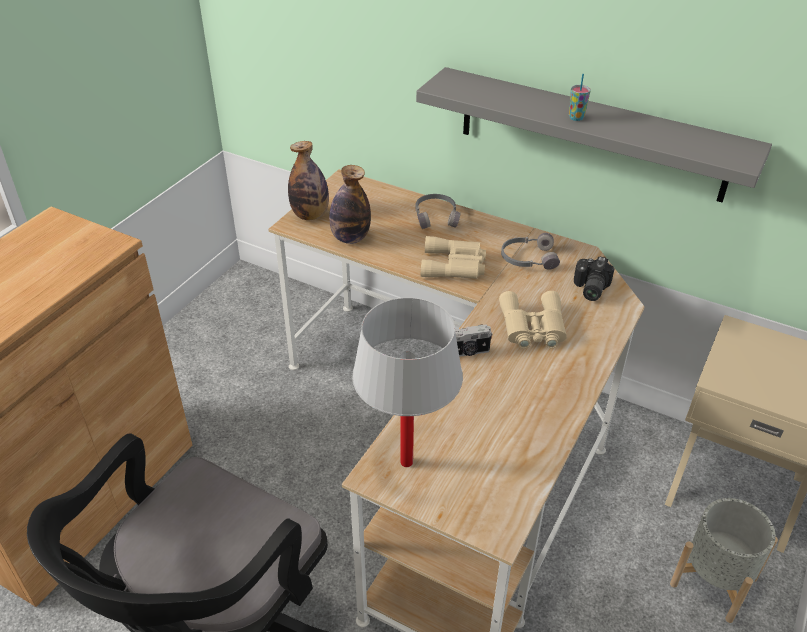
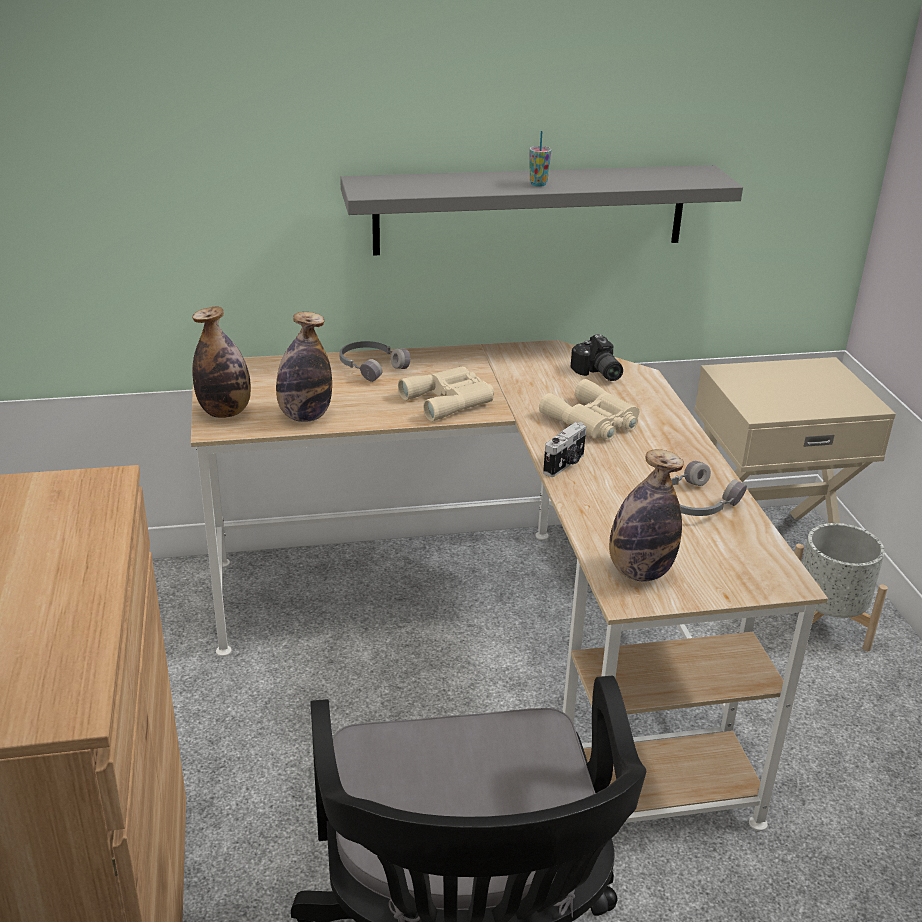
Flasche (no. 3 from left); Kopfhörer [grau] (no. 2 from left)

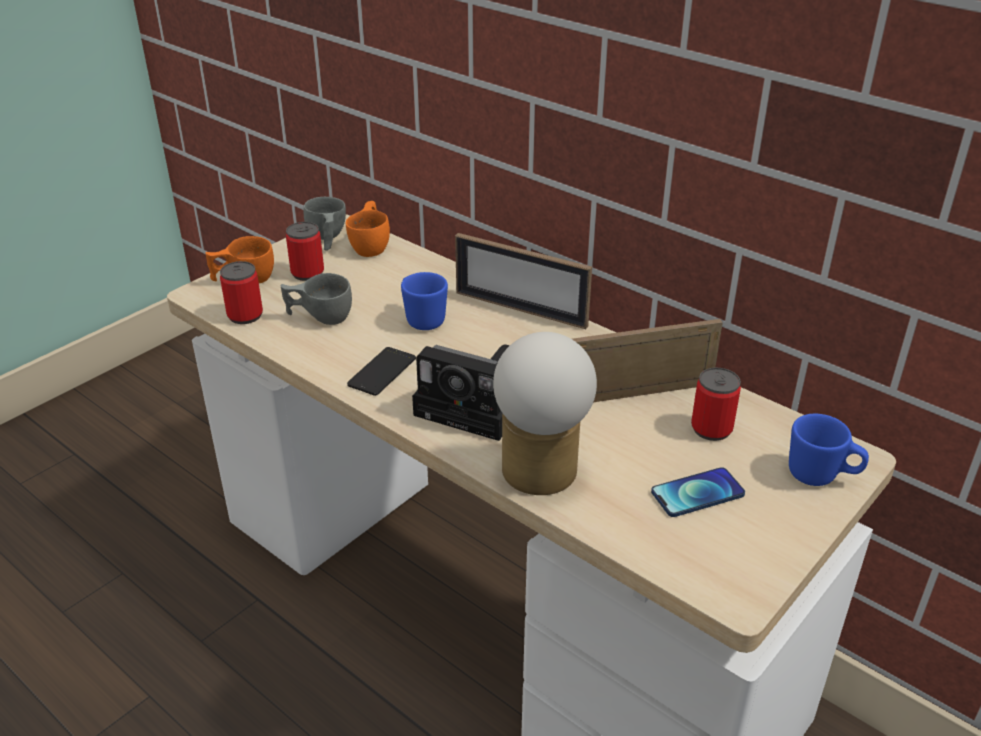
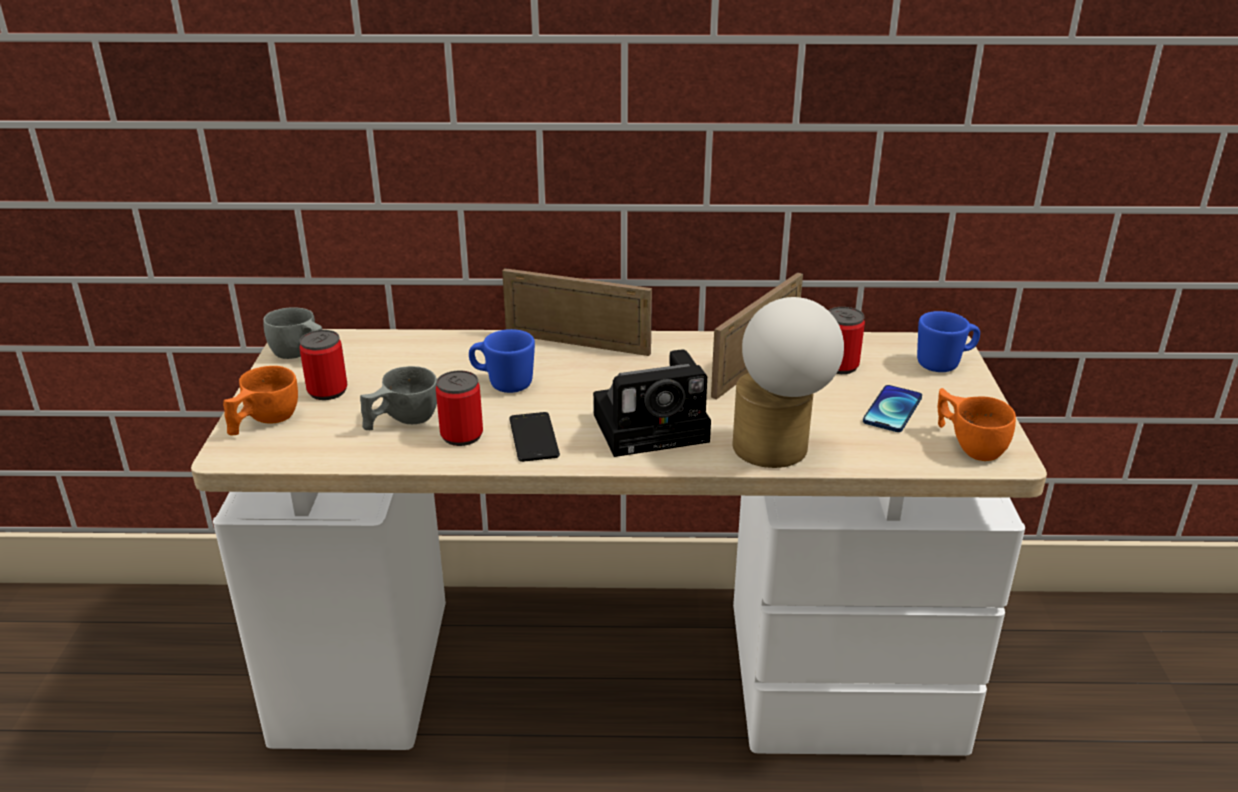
Dose (no. 2 from left); Bilderrahmen (no. 1 from left); Tasse [orange] (no. 2 from left)

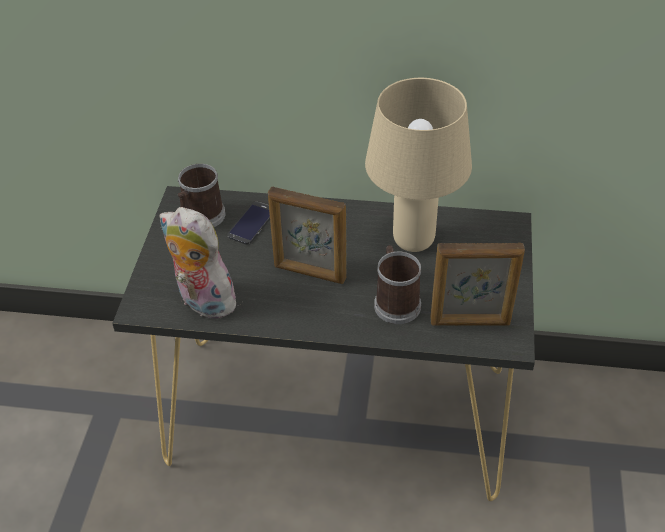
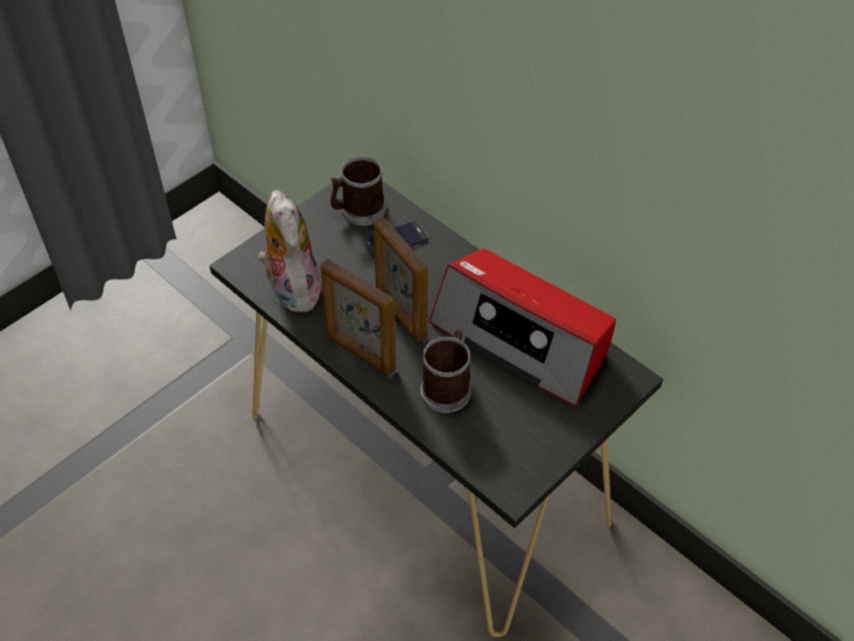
Bilderrahmen (no. 1 from left); Radio

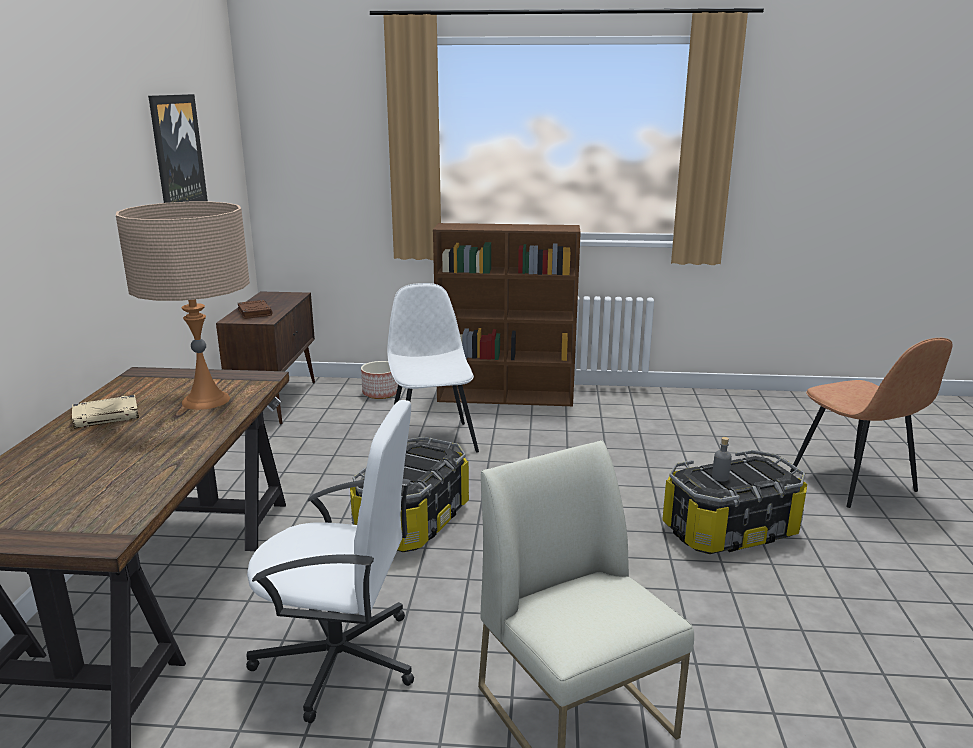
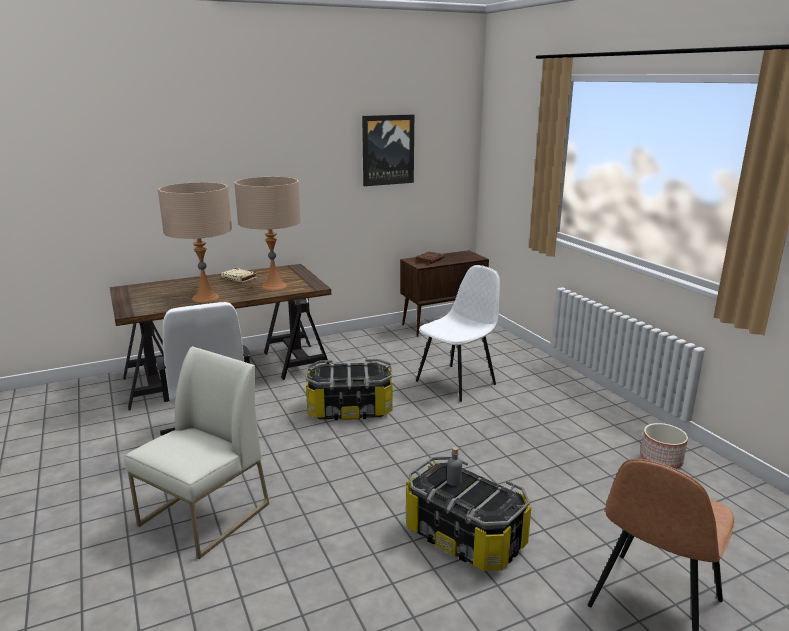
Tischlampe [beige] (no. 1 from left); Pflanzkübel; Bücherregal [braun]

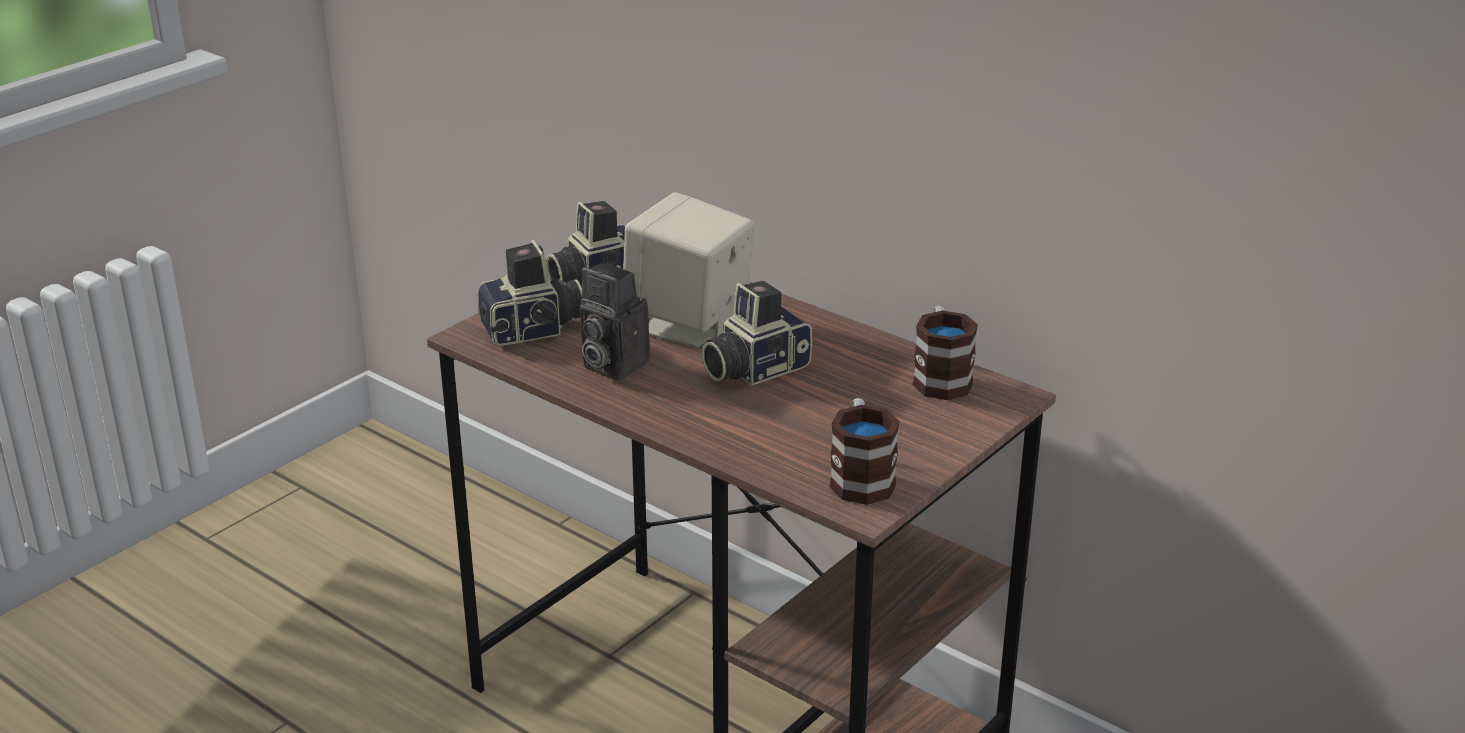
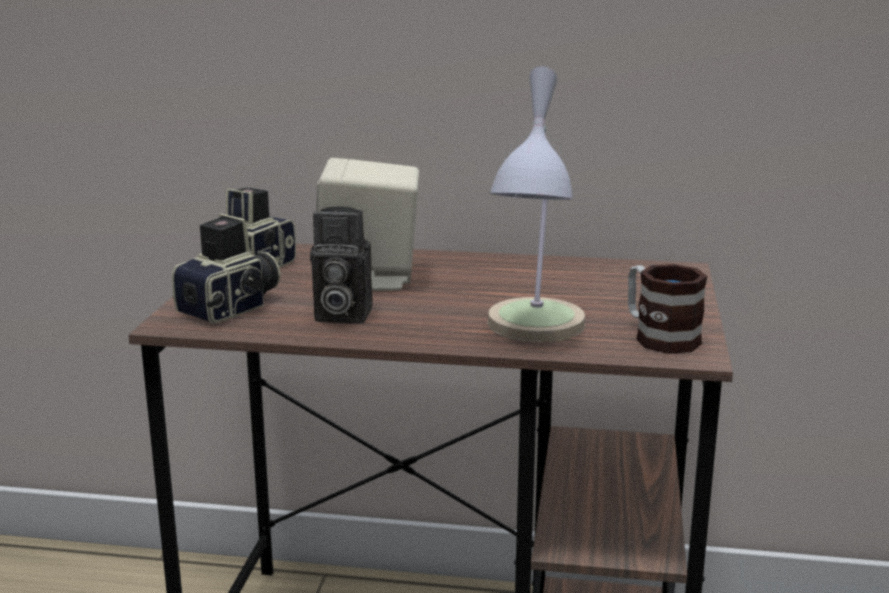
Tischlampe; Kamera (no. 4 from left in the first image); Henkelbecher (no. 2 from left in the first image)

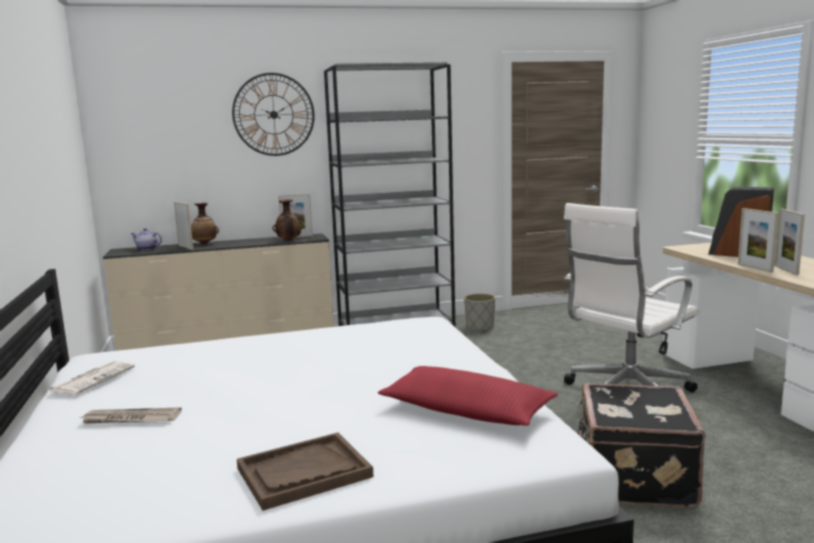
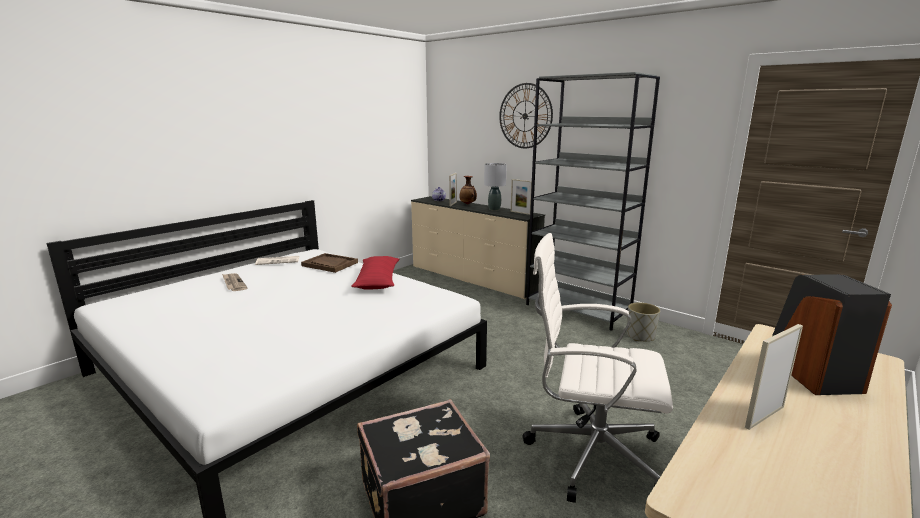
Tablett [braun]; Kissen [rot]; Tischlampe [grau]; Vase (no. 2 from left in the first image); Bilderrahmen (no. 3 from left in the first image)

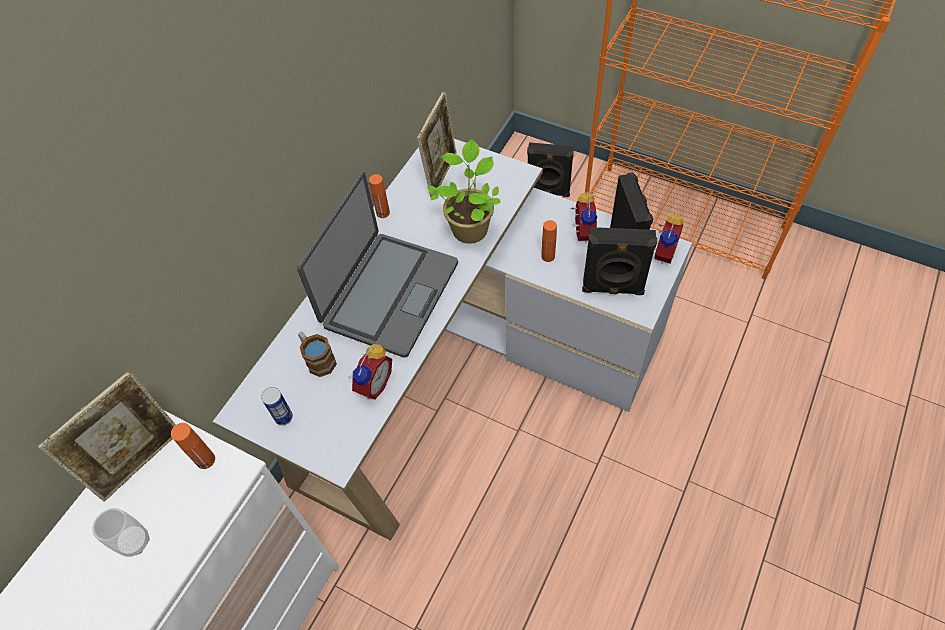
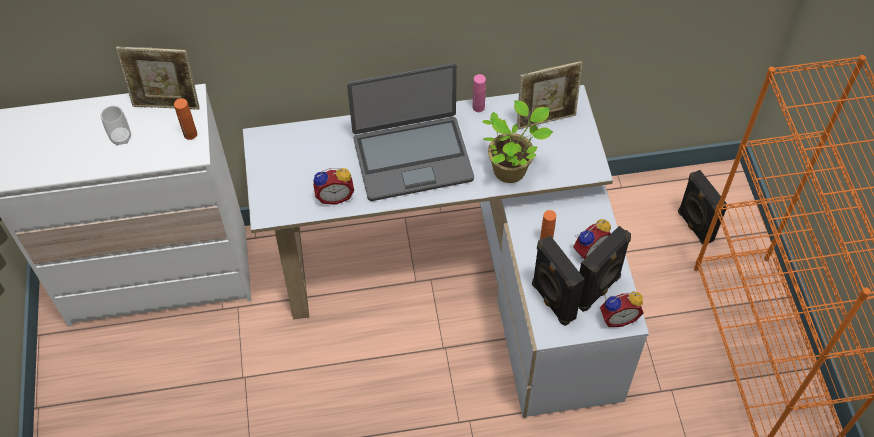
Flasche [rosa]; Dose; Henkelbecher

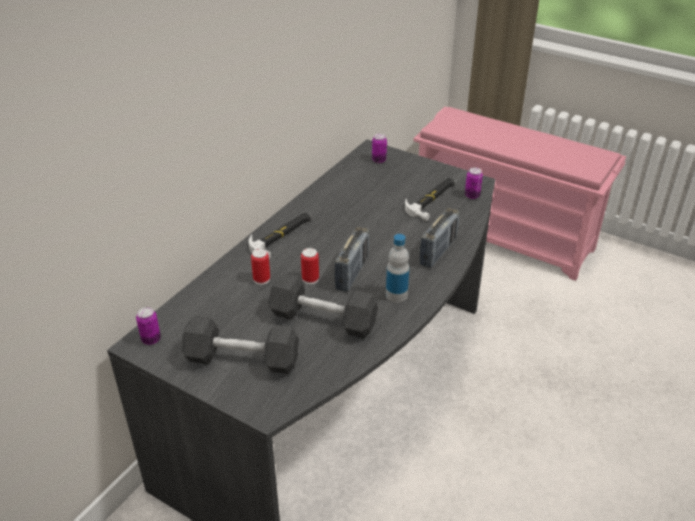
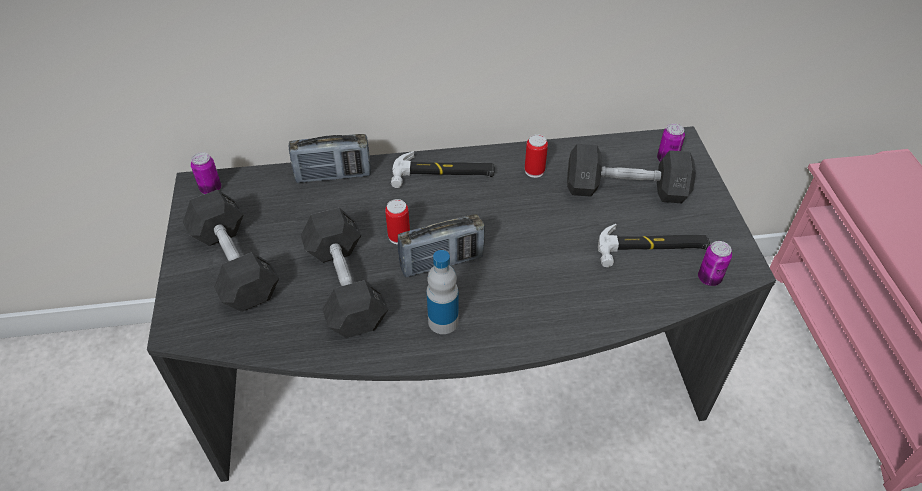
Radio (no. 1 from left); Dose (no. 3 from left); Hantel [grau] (no. 3 from left)

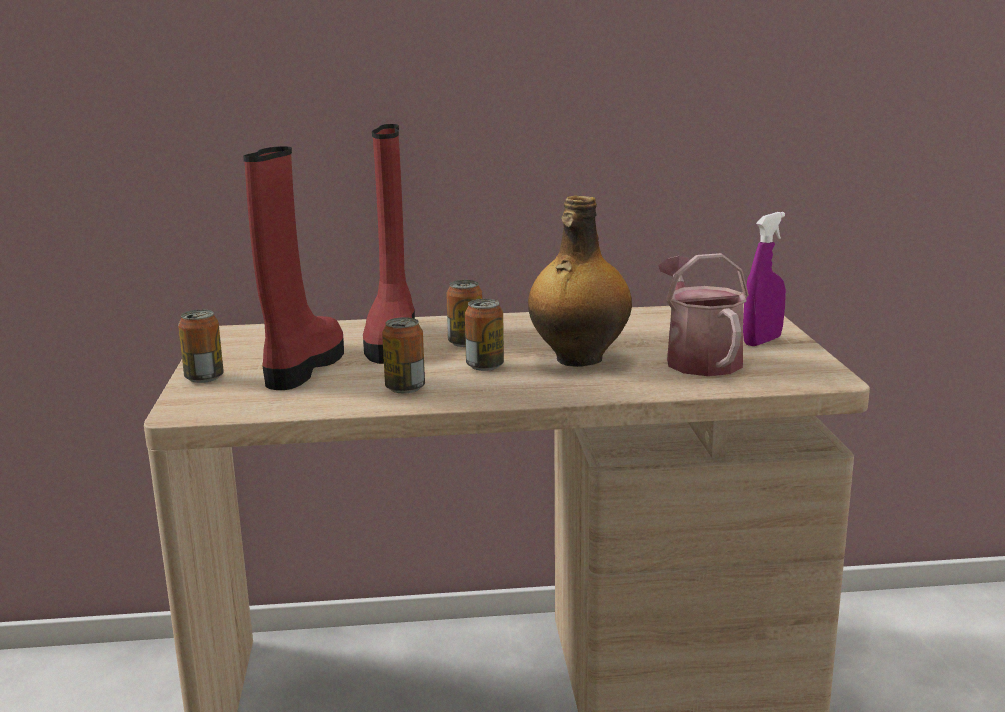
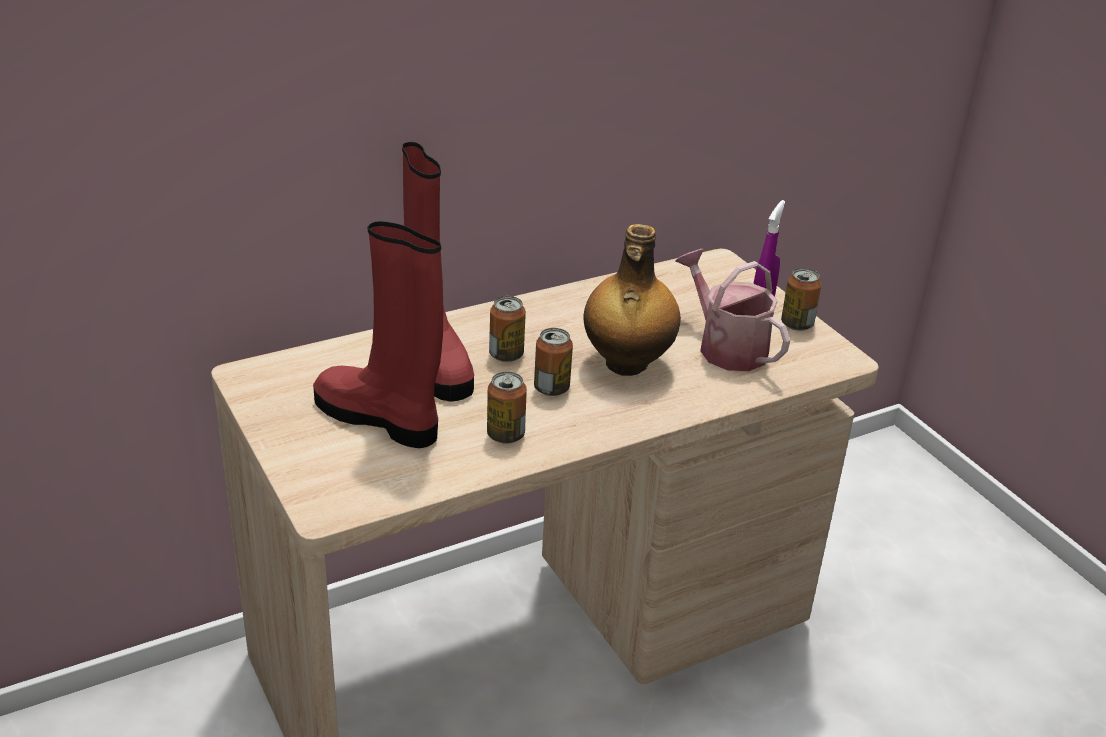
Stiefel [rot] (no. 1 from left); Dose (no. 4 from left)

